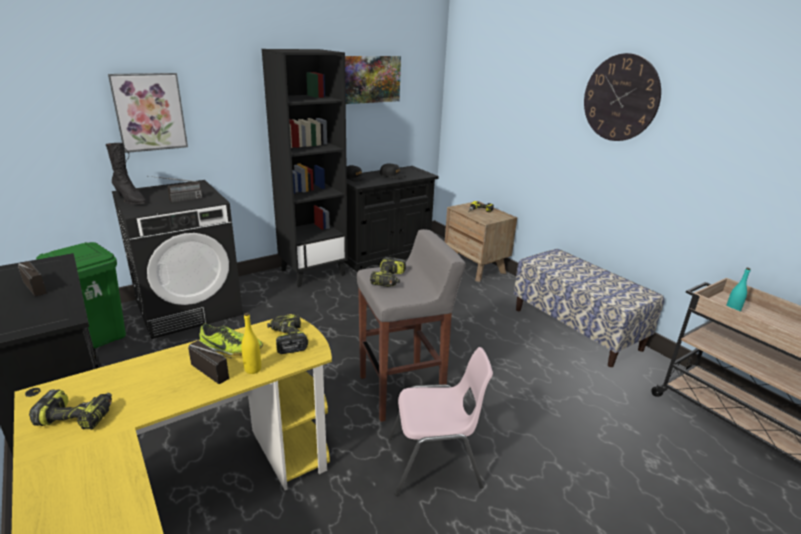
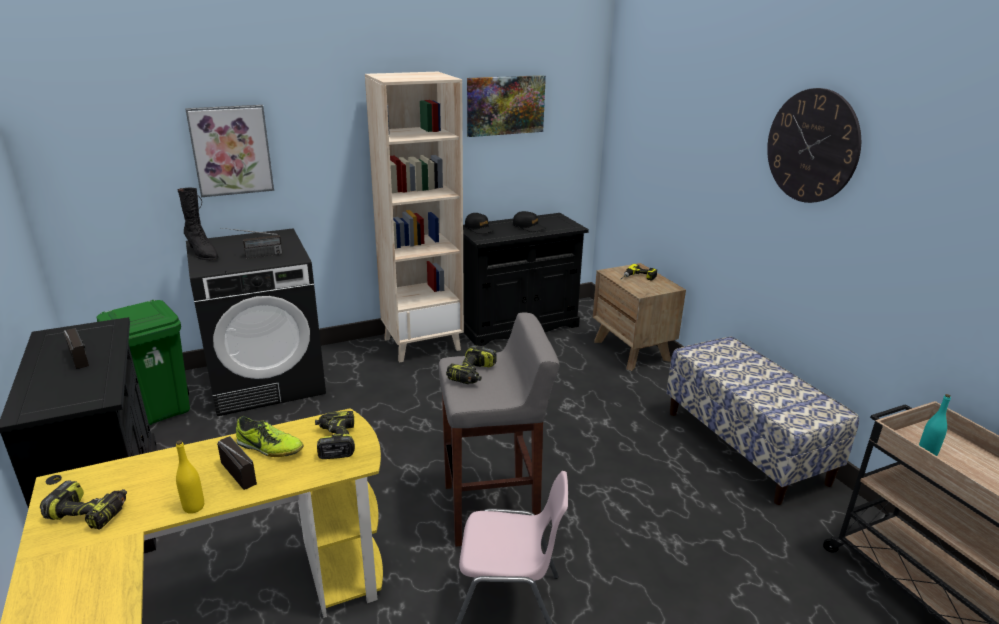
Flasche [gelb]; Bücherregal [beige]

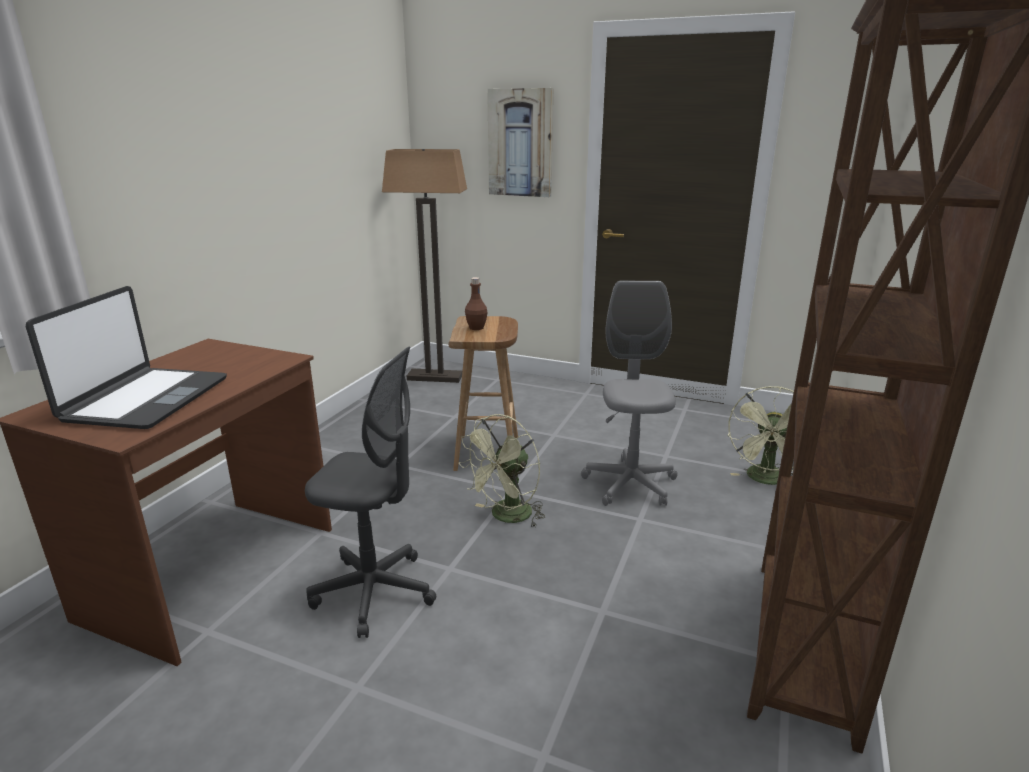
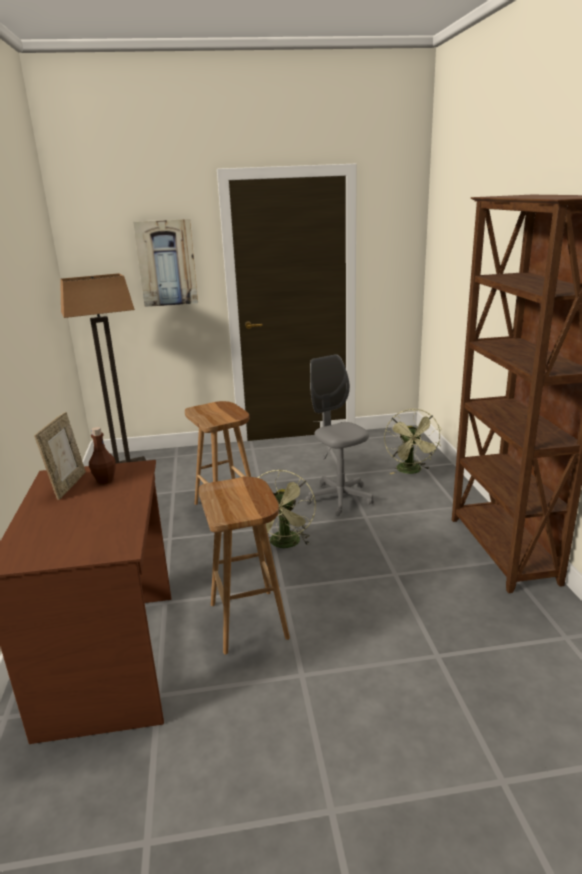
Bilderrahmen; Flasche [braun]; Hocker [braun] (no. 2 from left); Laptop

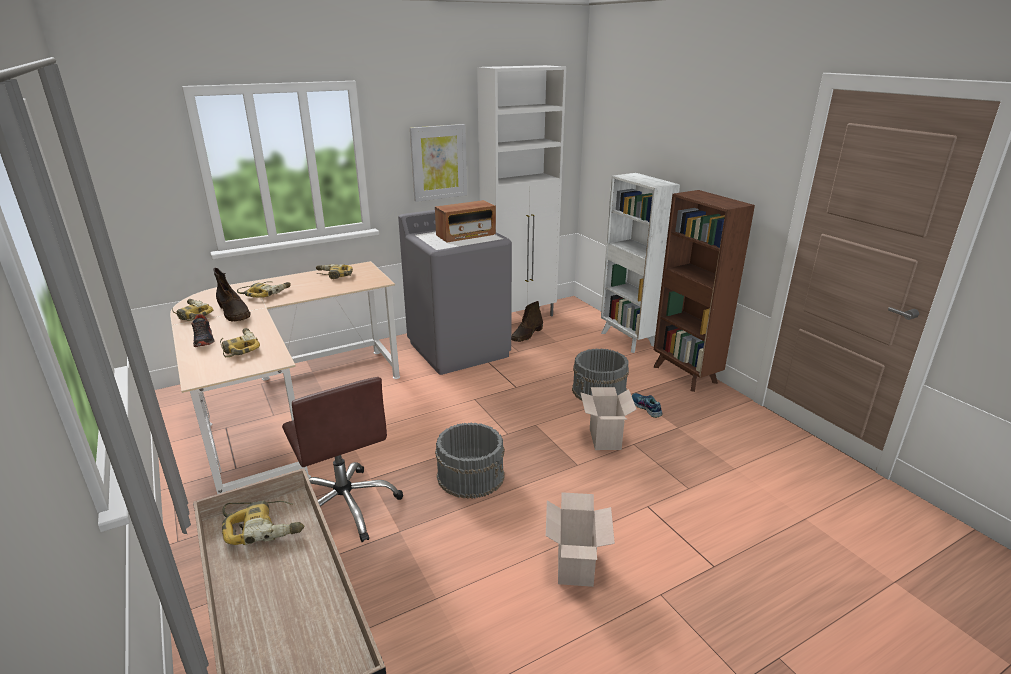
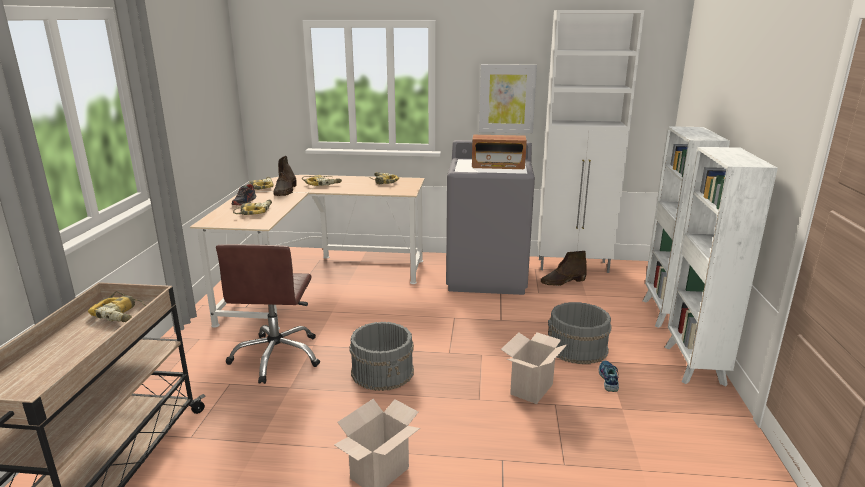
Bücherregal [weiß] (no. 2 from left)

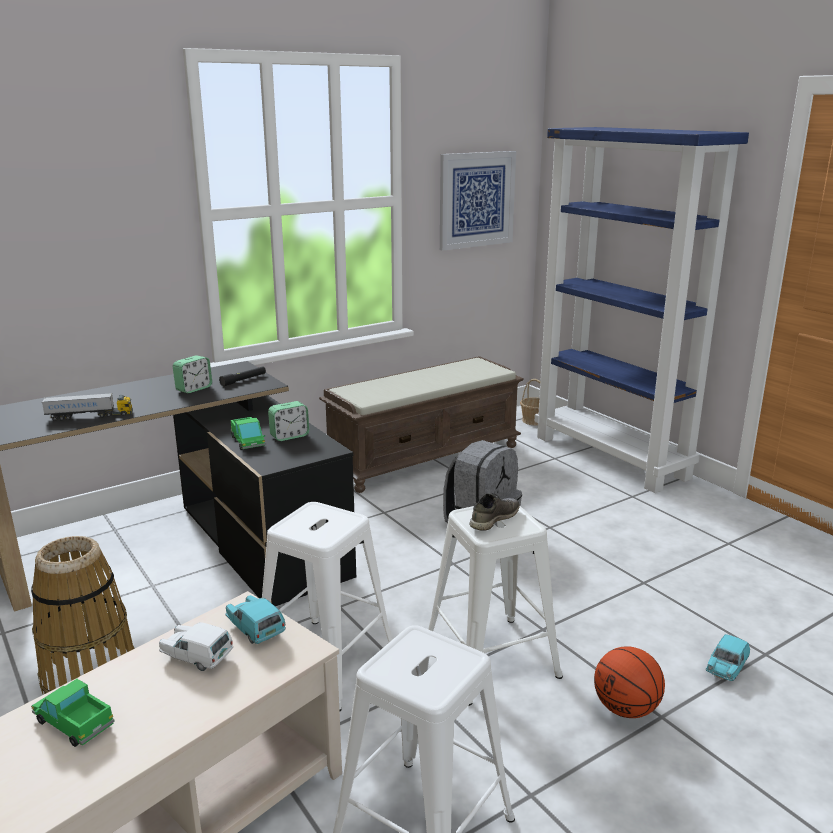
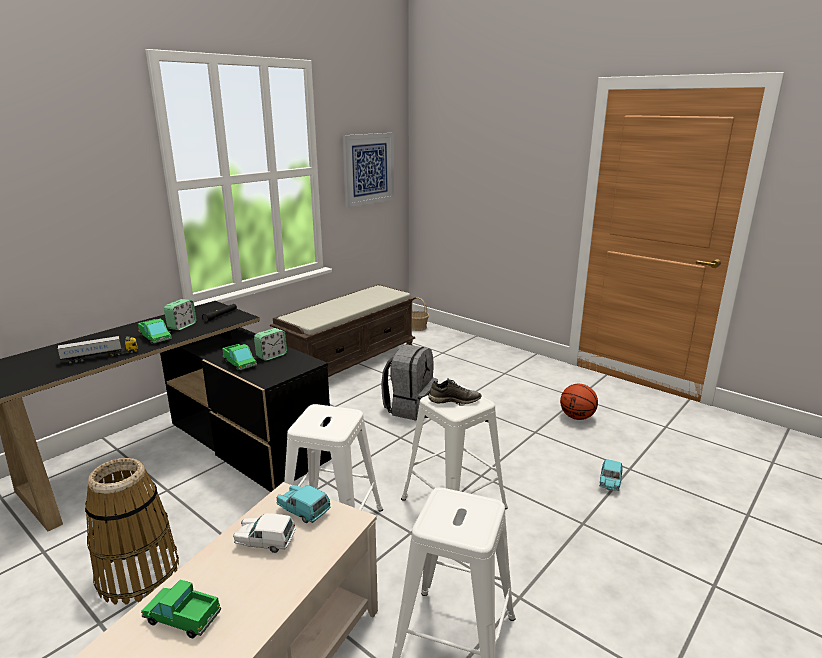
Spielzeuglaster (no. 2 from left); Schuh [grau]; Basketball; Bücherregal [blau]

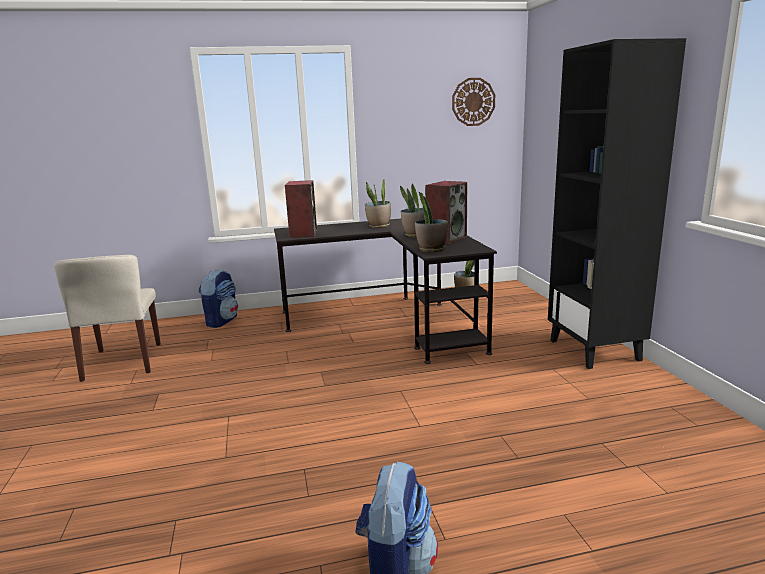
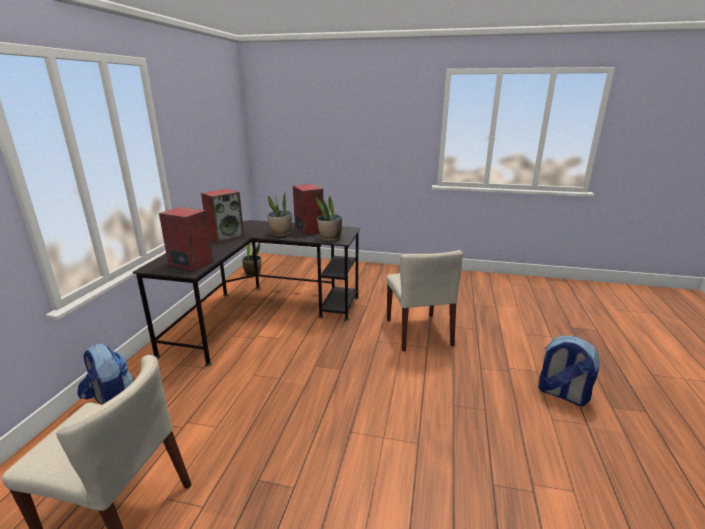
Lautsprecher (no. 2 from left); Stuhl [beige] (no. 2 from left); Wanduhr; Bücherregal [schwarz]

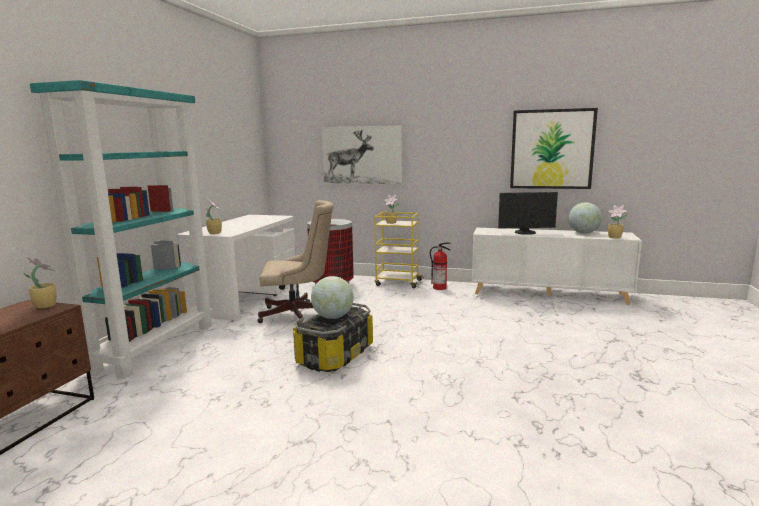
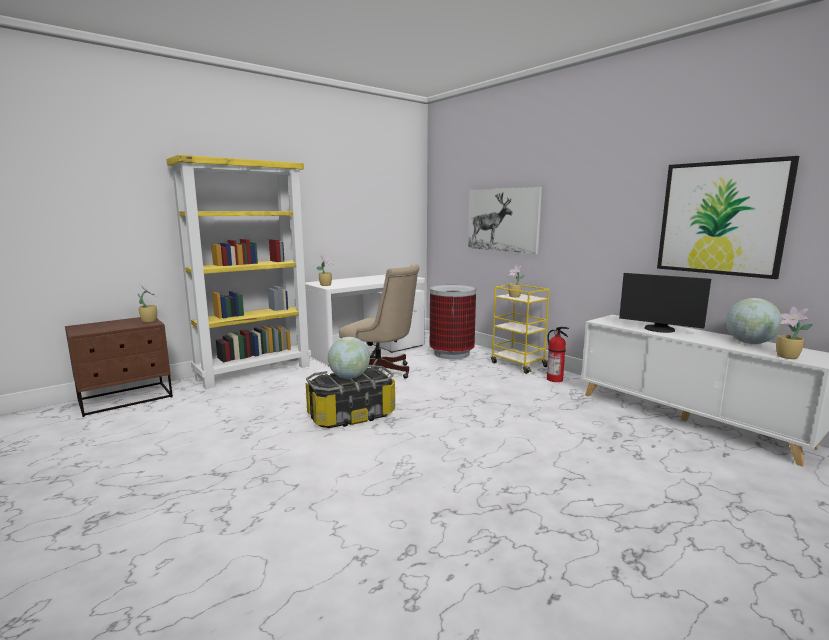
Bücherregal [gelb]

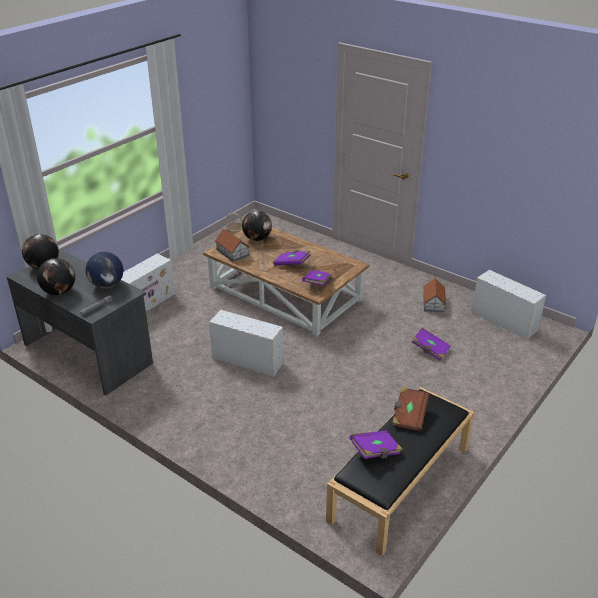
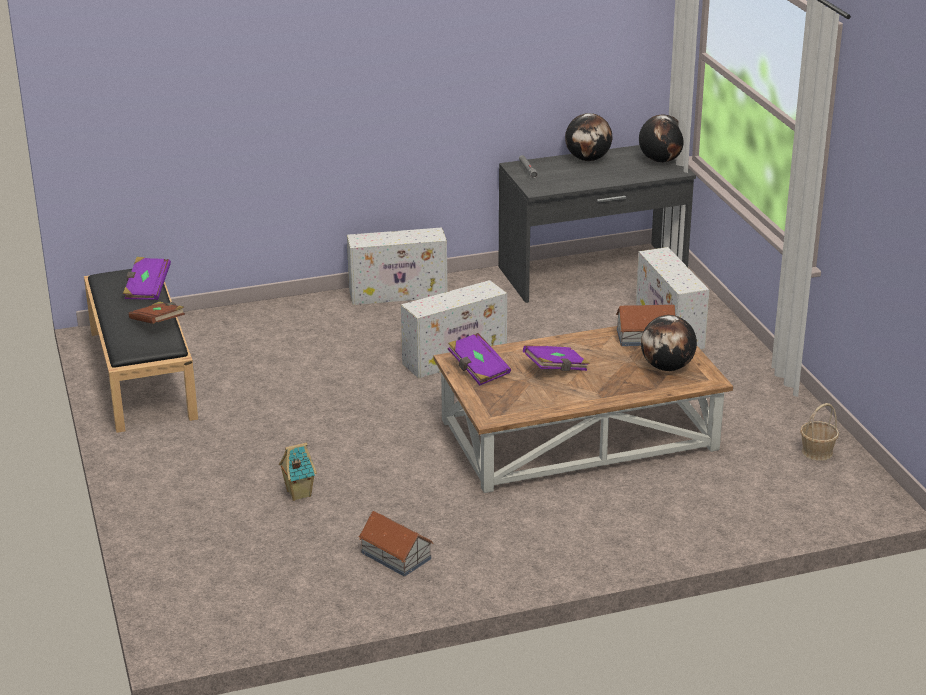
Spielzeughaus (no. 1 from left); Aufbewahrungsbox [weiß] (no. 1 from left); Globus (no. 3 from left in the first image)

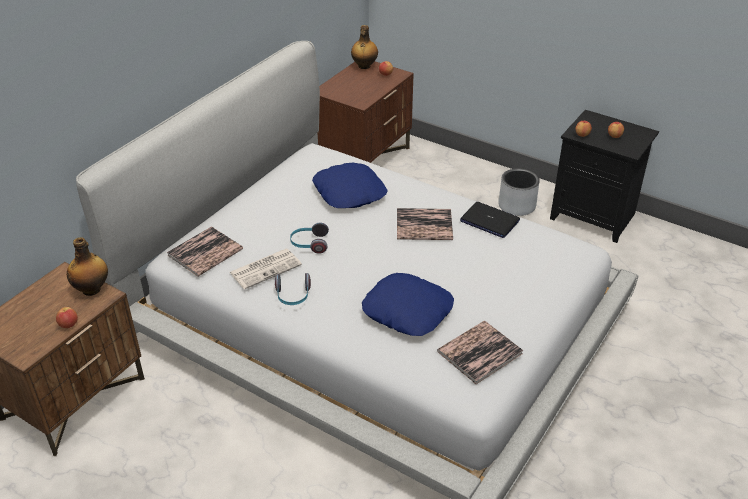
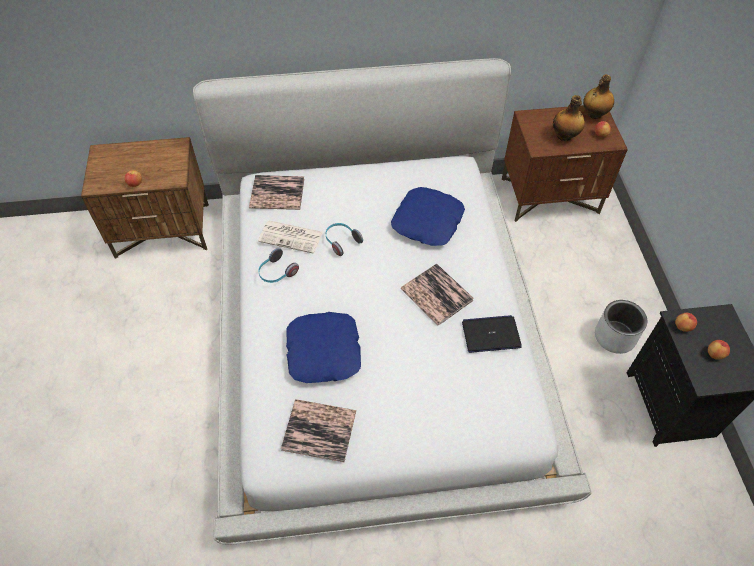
Laptop; Flasche (no. 1 from left)

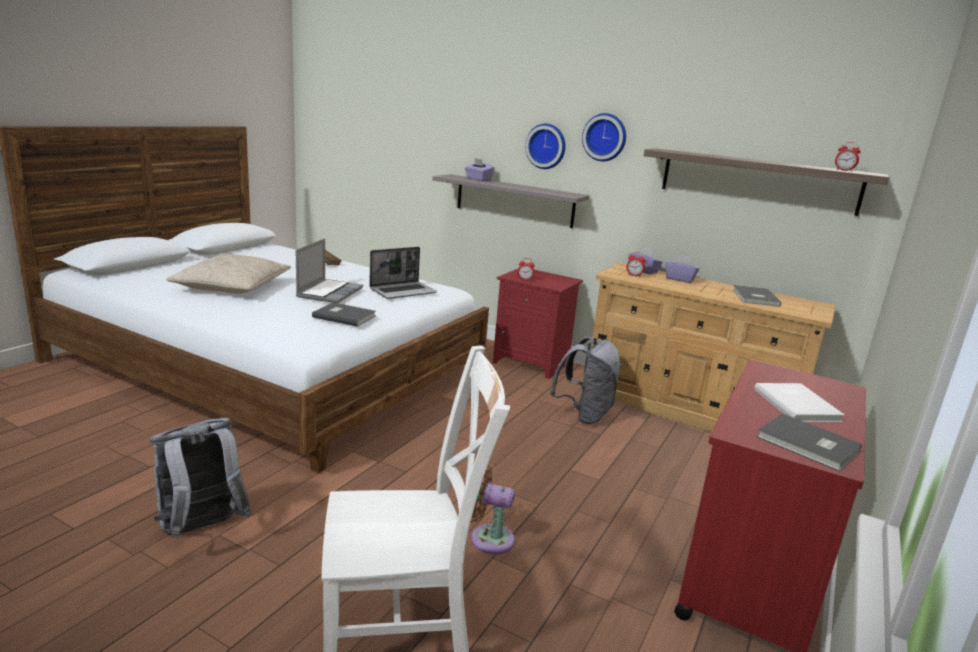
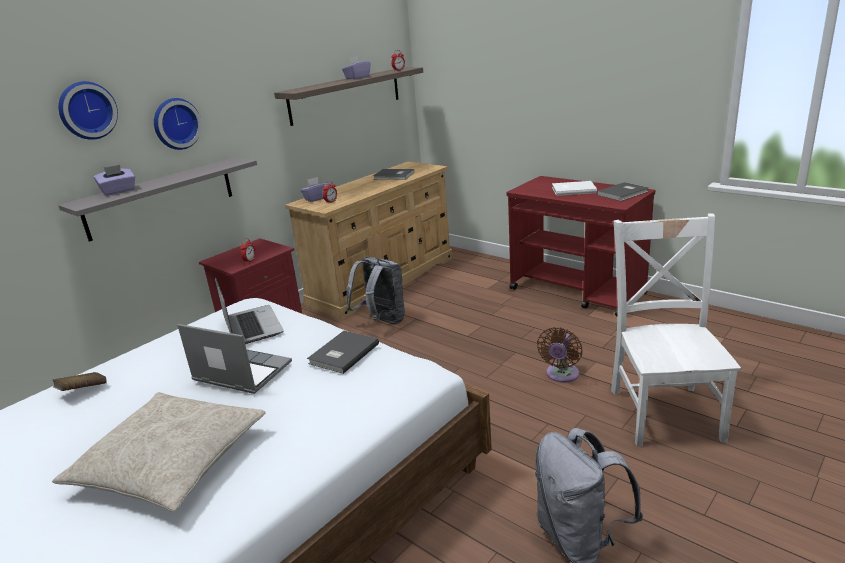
Wanduhr (no. 1 from left); Taschentuchbox [lila] (no. 3 from left)

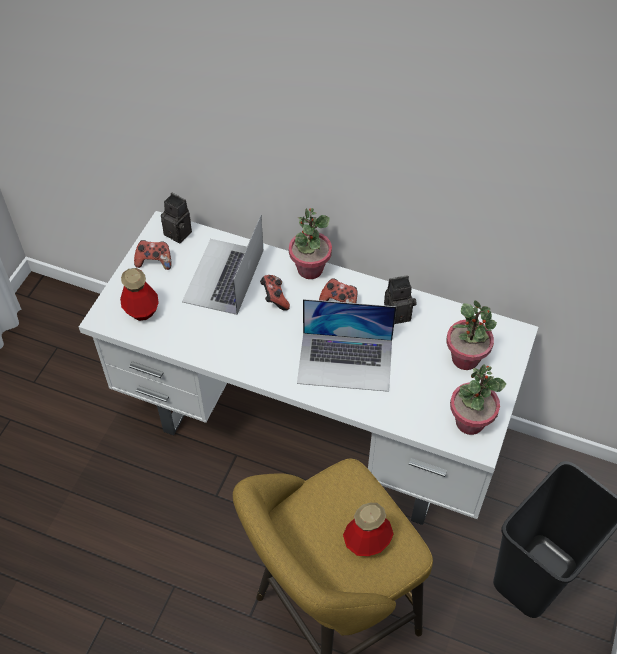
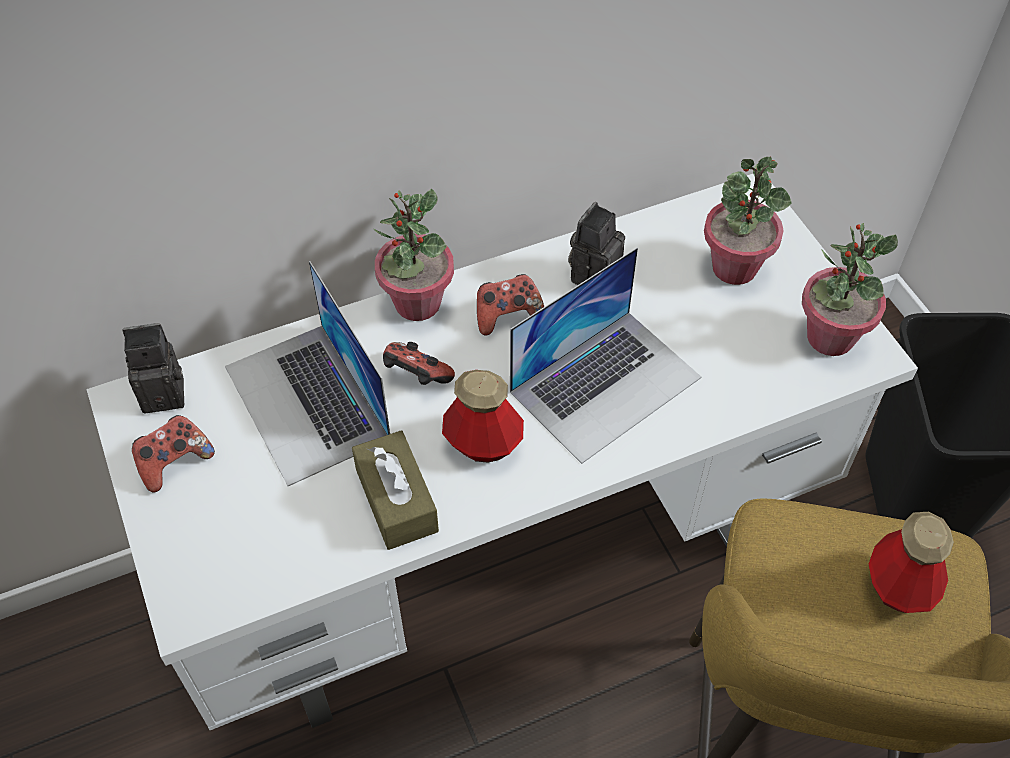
Taschentuchbox [braun]; Flasche (no. 1 from left)

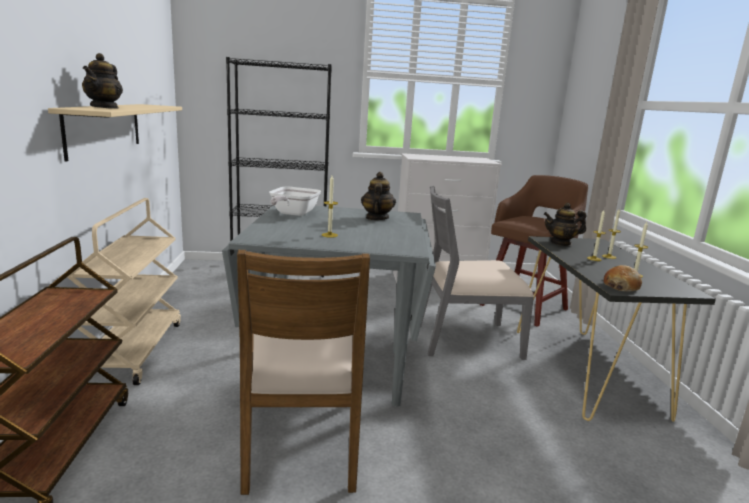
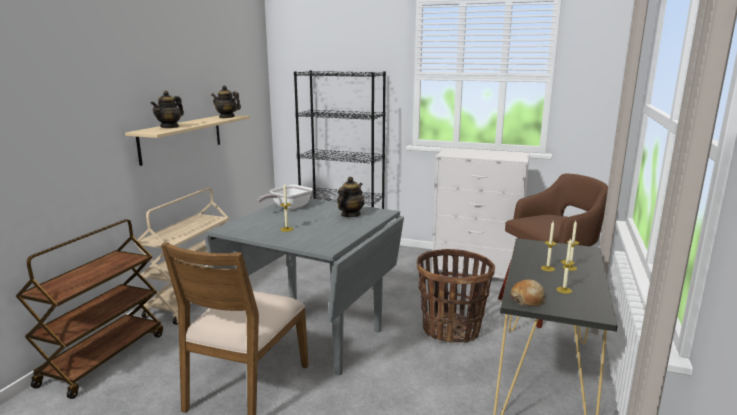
Teekanne (no. 2 from left); Korb

